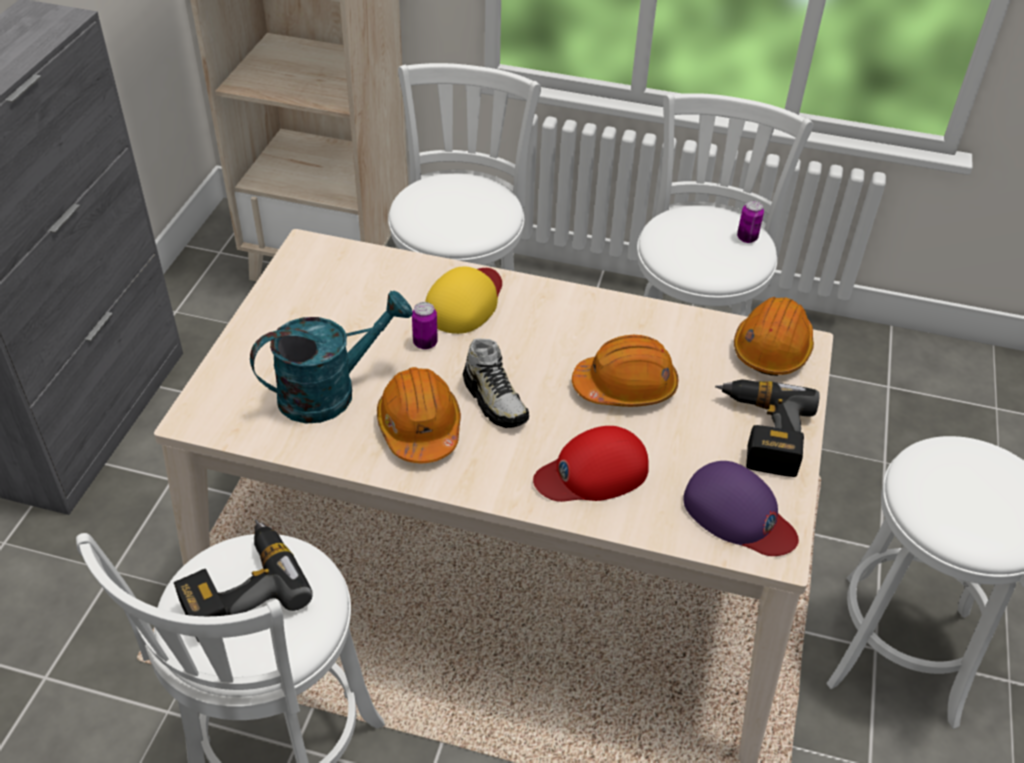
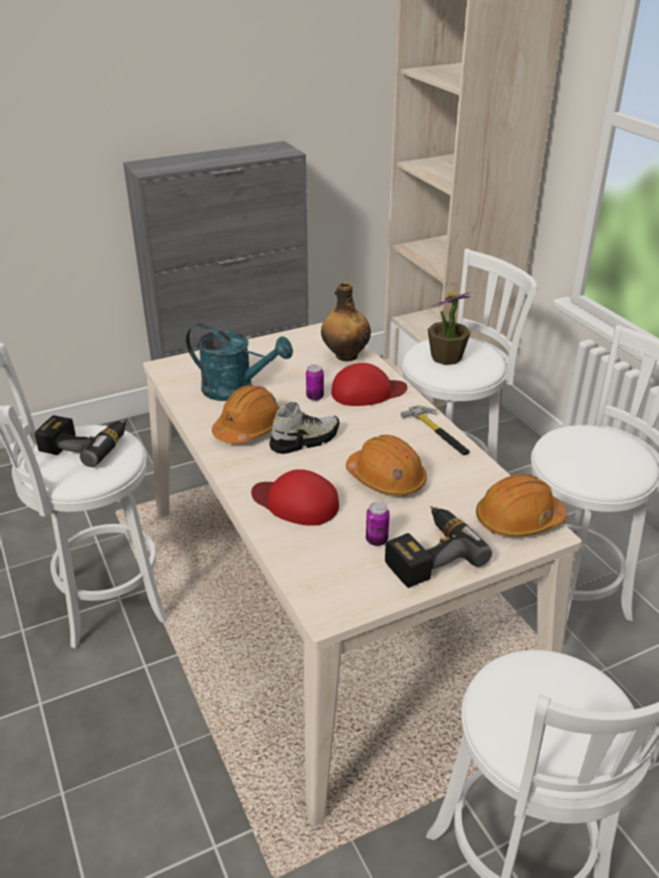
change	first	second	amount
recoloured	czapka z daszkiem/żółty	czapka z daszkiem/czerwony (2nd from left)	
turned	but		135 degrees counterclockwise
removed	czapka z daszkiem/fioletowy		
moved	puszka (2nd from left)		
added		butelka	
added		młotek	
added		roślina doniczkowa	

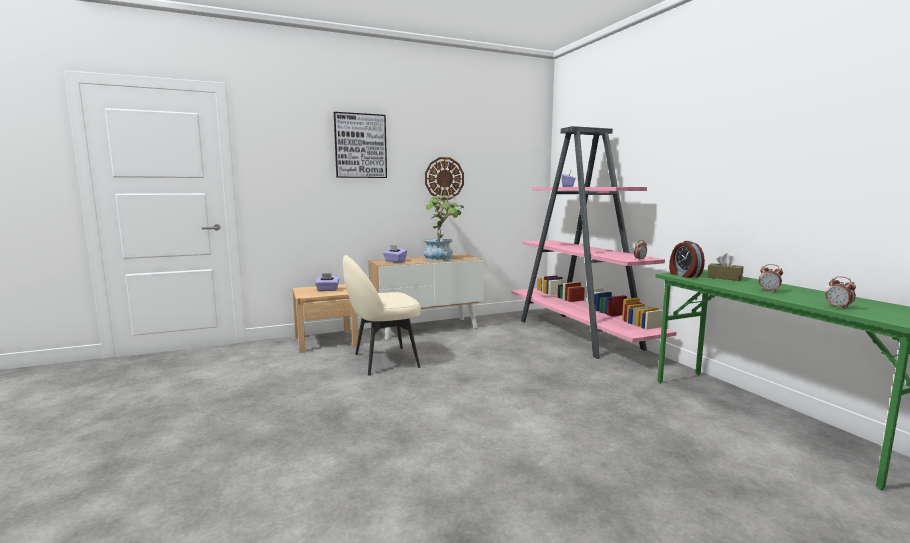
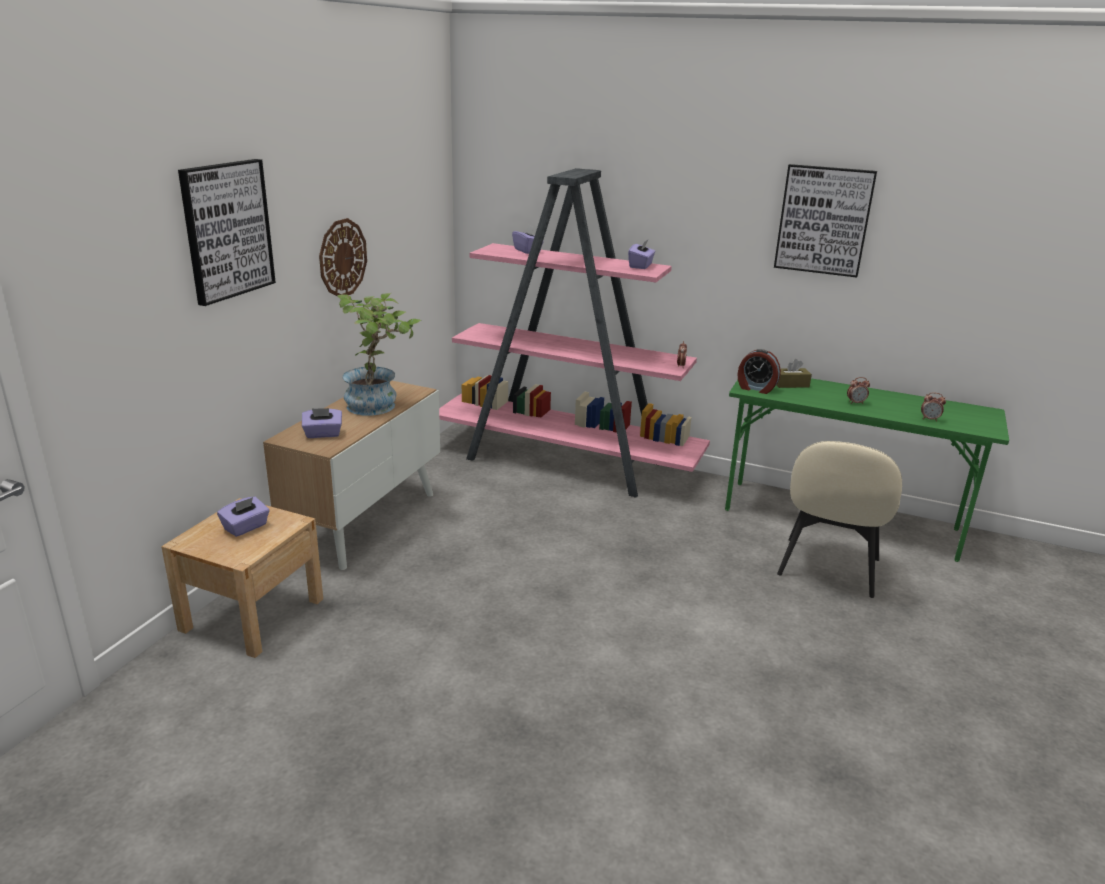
change	first	second	amount
moved	krzesło/beżowy		
added		pudełko chusteczek/fioletowy (4th from left)	
added		obraz (2nd from left)	

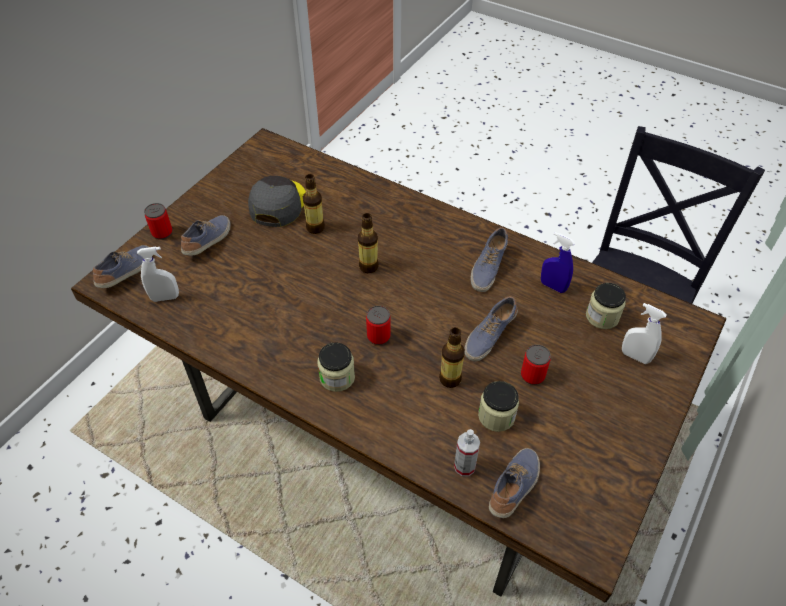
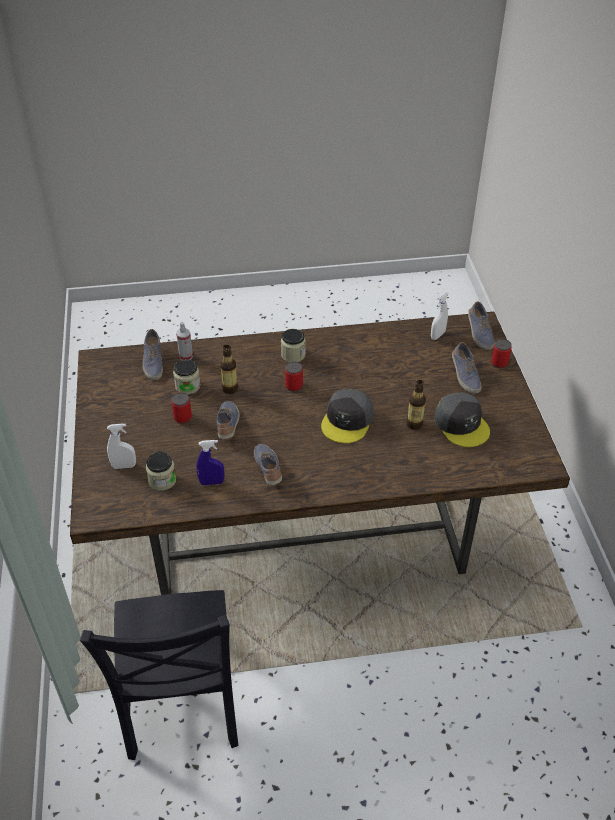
change	first	second	amount
replaced	butelka (2nd from left)	czapka z daszkiem/szary (1st from left)	

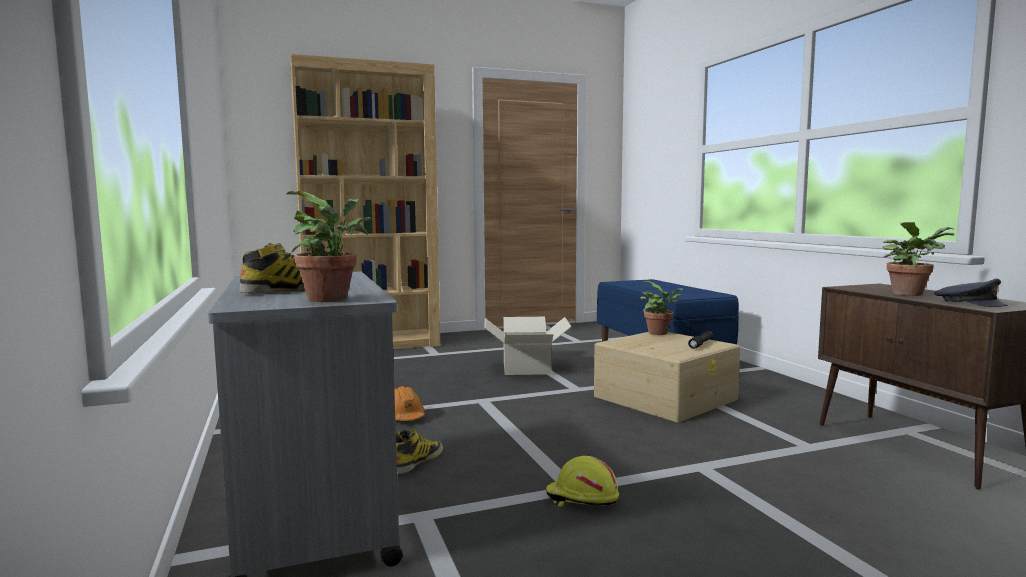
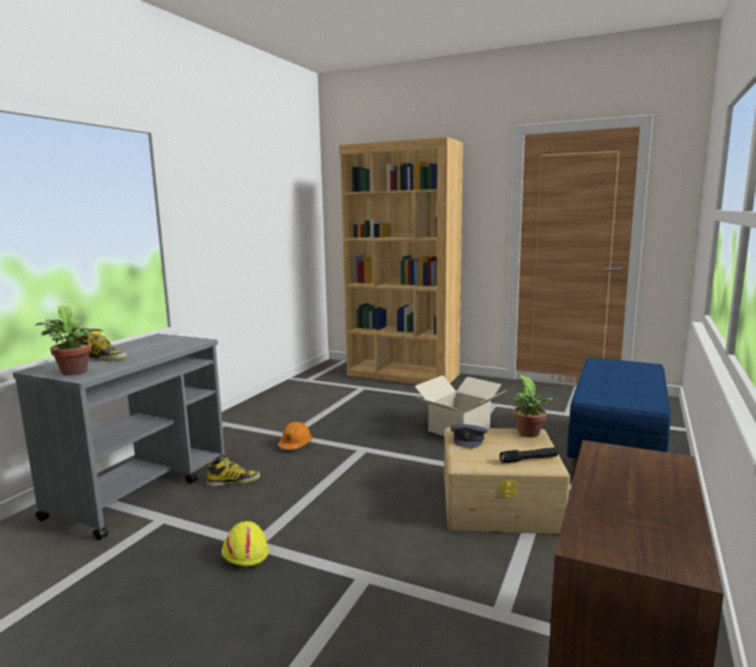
change	first	second	amount
removed	roślina doniczkowa (3rd from left)		
moved	czapka z daszkiem/szary		

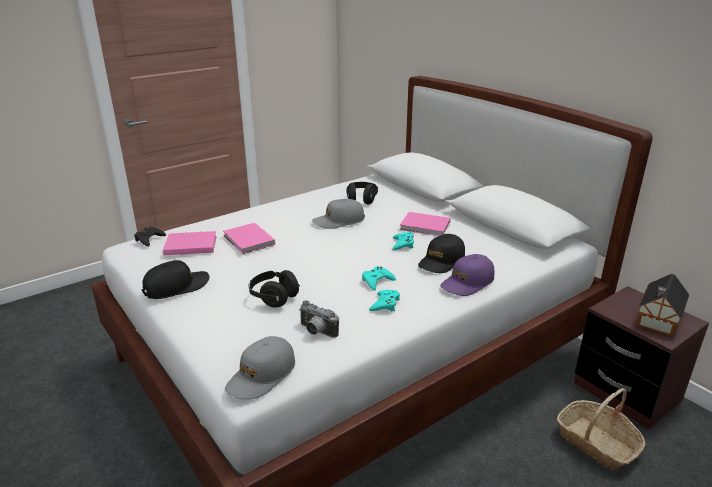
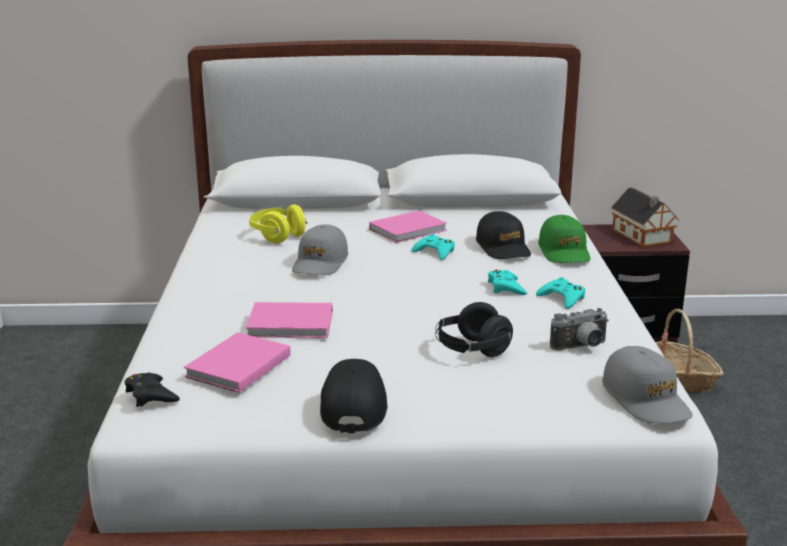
change	first	second	amount
recoloured	słuchawki/czarny (2nd from left)	słuchawki/żółty	
recoloured	czapka z daszkiem/fioletowy	czapka z daszkiem/zielony	

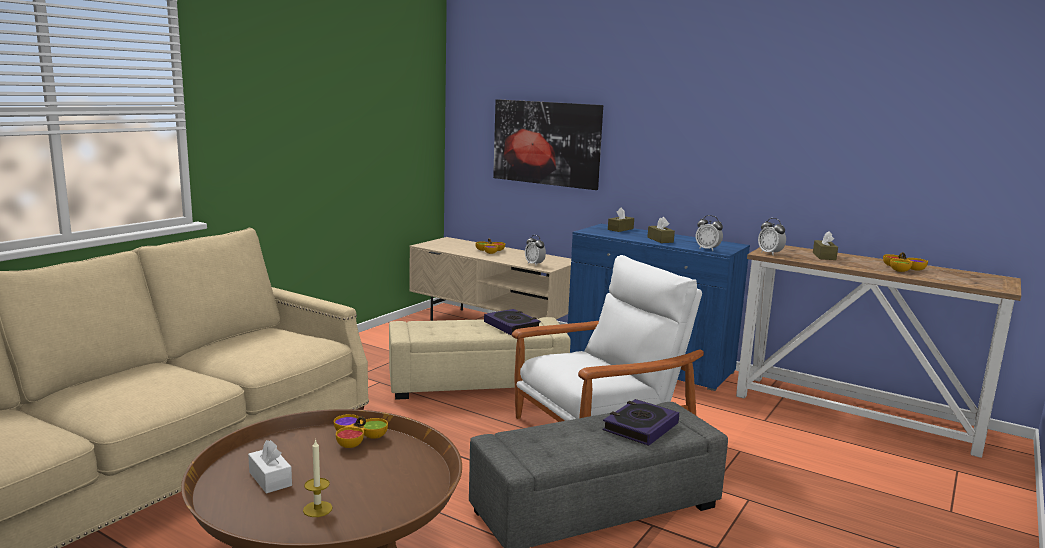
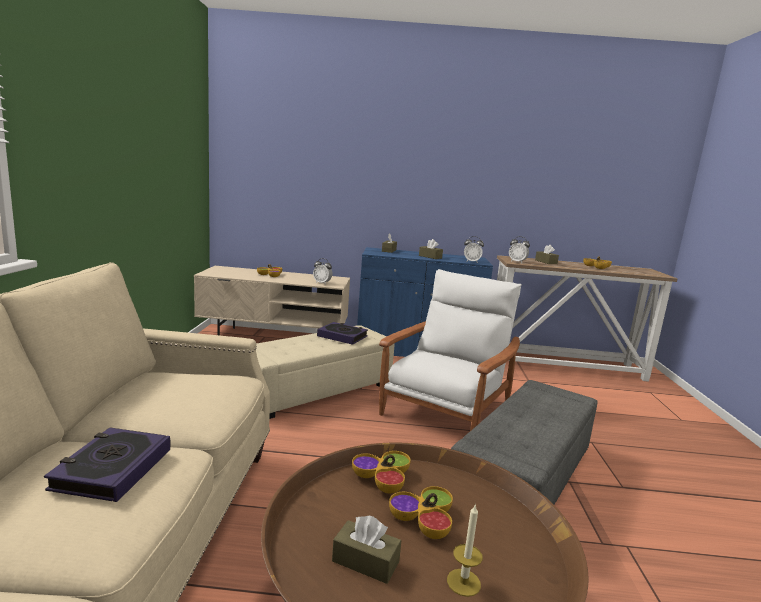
change	first	second	amount
recoloured	pudełko chusteczek/biały	pudełko chusteczek/brązowy (1st from left)	
removed	obraz		
moved	książka (2nd from left in the first image)	książka (1st from left)	
added		miska (3rd from left)	

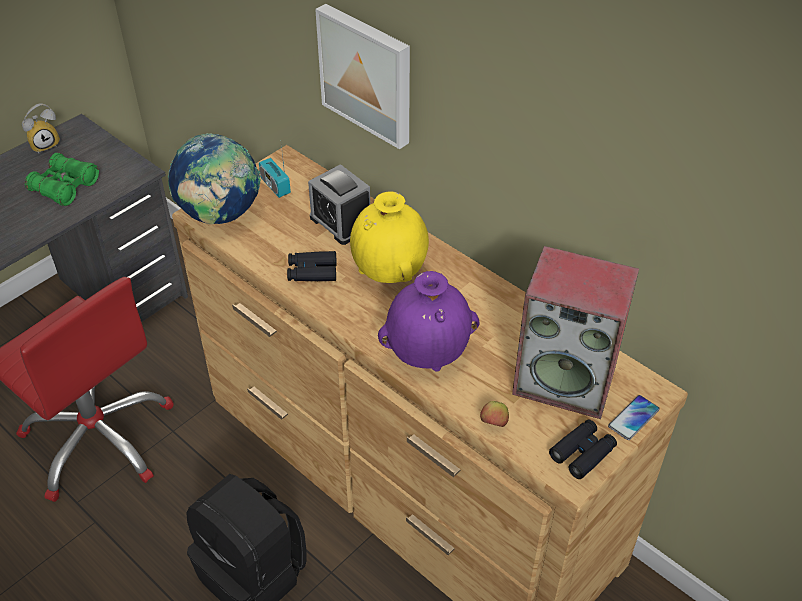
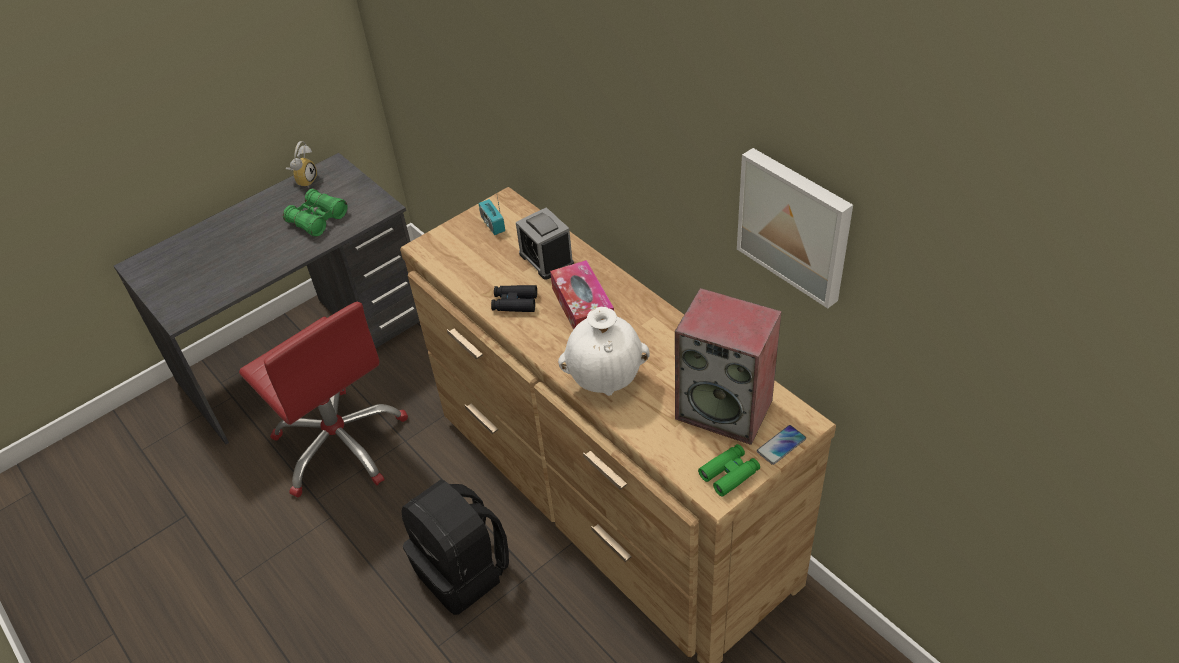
change	first	second	amount
turned	budzik (1st from left)		45 degrees counterclockwise
removed	globus		
moved	obraz		
replaced	wazon/żółty	pudełko chusteczek	
recoloured	wazon/fioletowy	wazon/biały	
removed	jabłko		
recoloured	lornetka/czarny (2nd from left)	lornetka/zielony (2nd from left)	

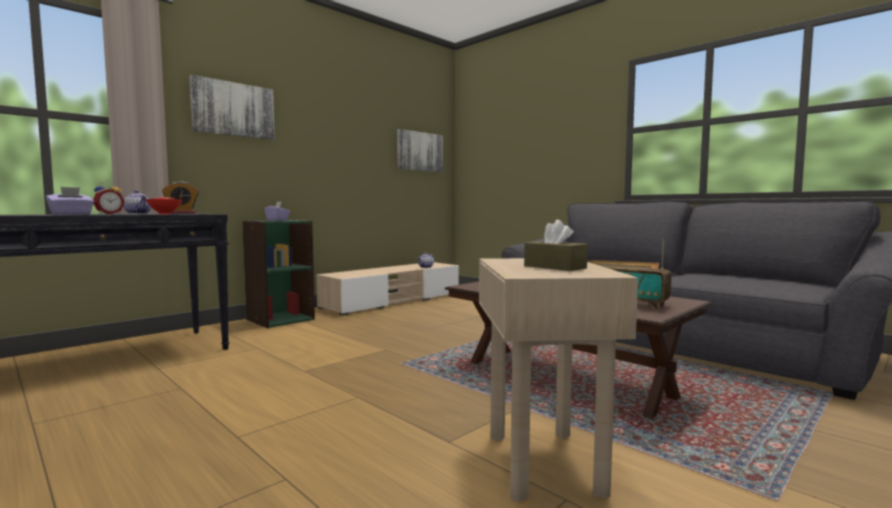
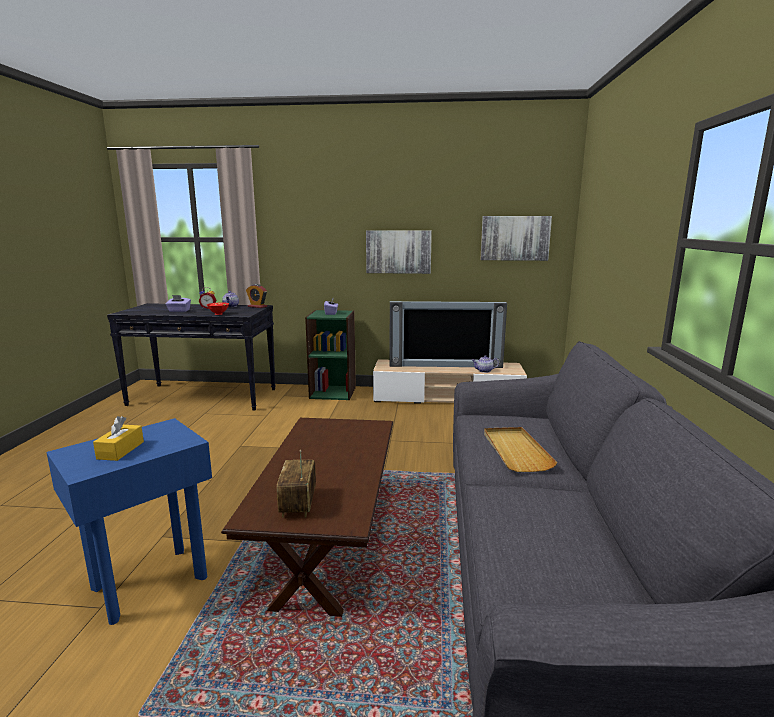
change	first	second	amount
moved	obraz (1st from left)		
recoloured	stolik/beżowy	stolik/niebieski	
recoloured	pudełko chusteczek/brązowy	pudełko chusteczek/żółty	
added		telewizor	

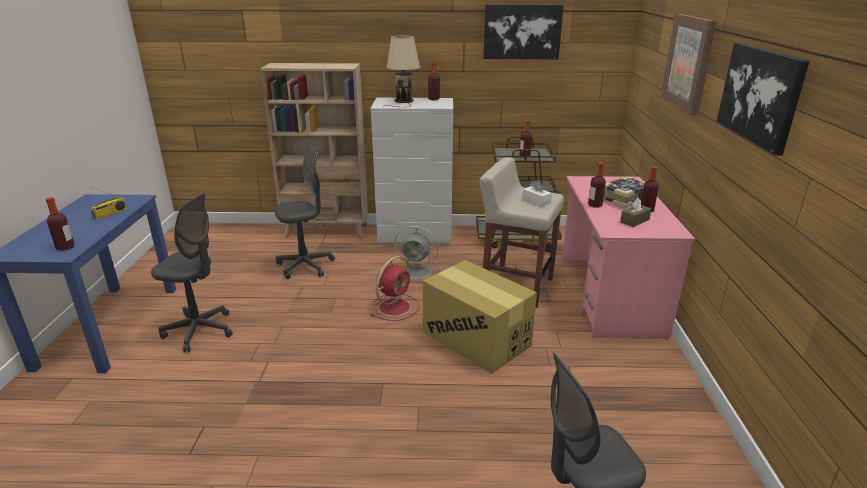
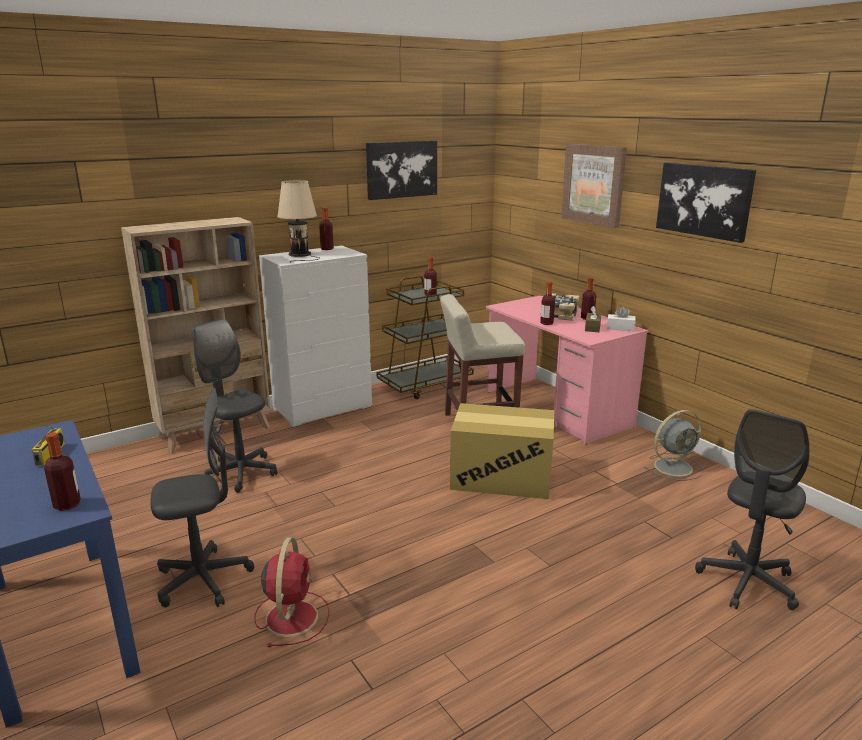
change	first	second	amount
turned	krzesło biurowe/szary (2nd from left)		75 degrees counterclockwise
moved	wentylator/czerwony		
moved	wentylator/szary		
moved	pudełko chusteczek/biały		

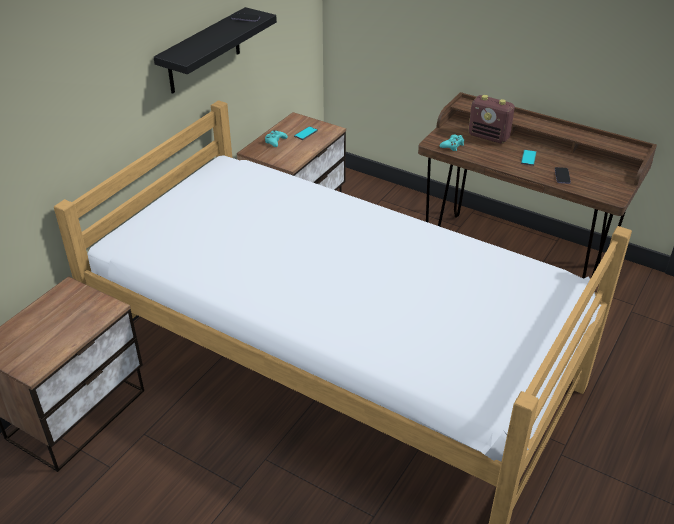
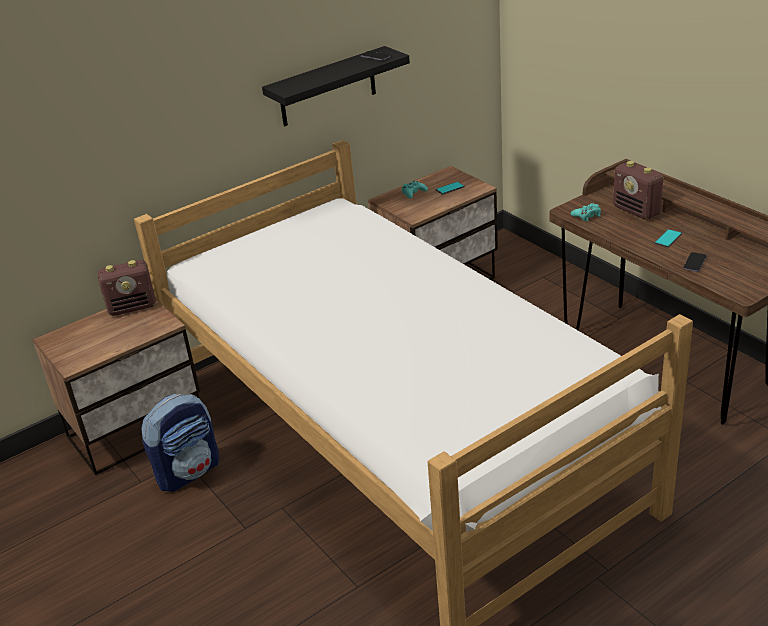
change	first	second	amount
added		radio (1st from left)	
added		plecak	

